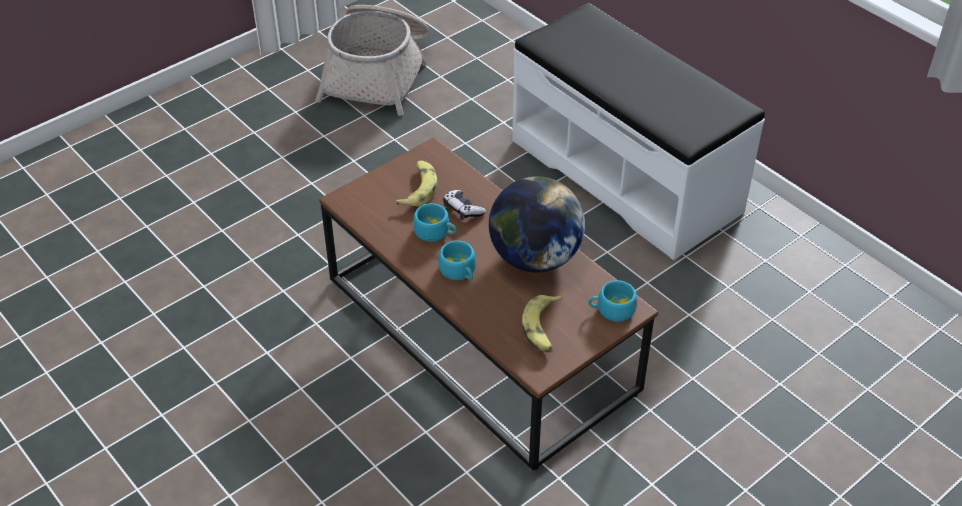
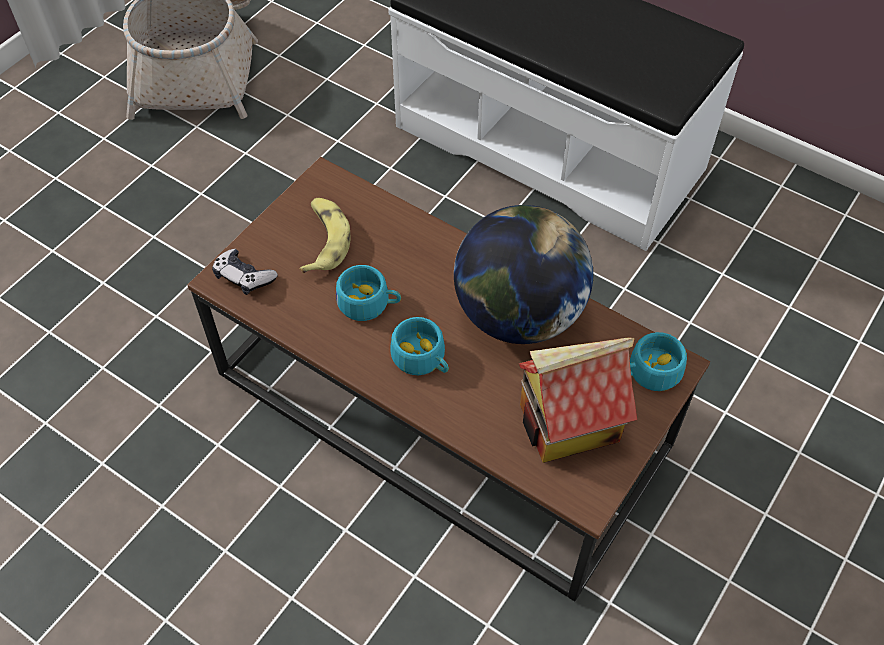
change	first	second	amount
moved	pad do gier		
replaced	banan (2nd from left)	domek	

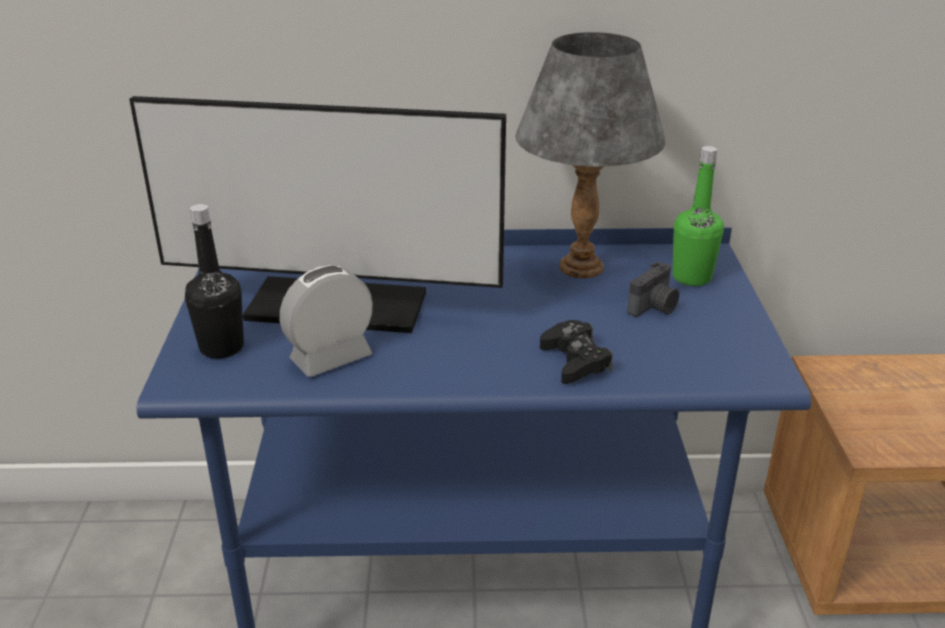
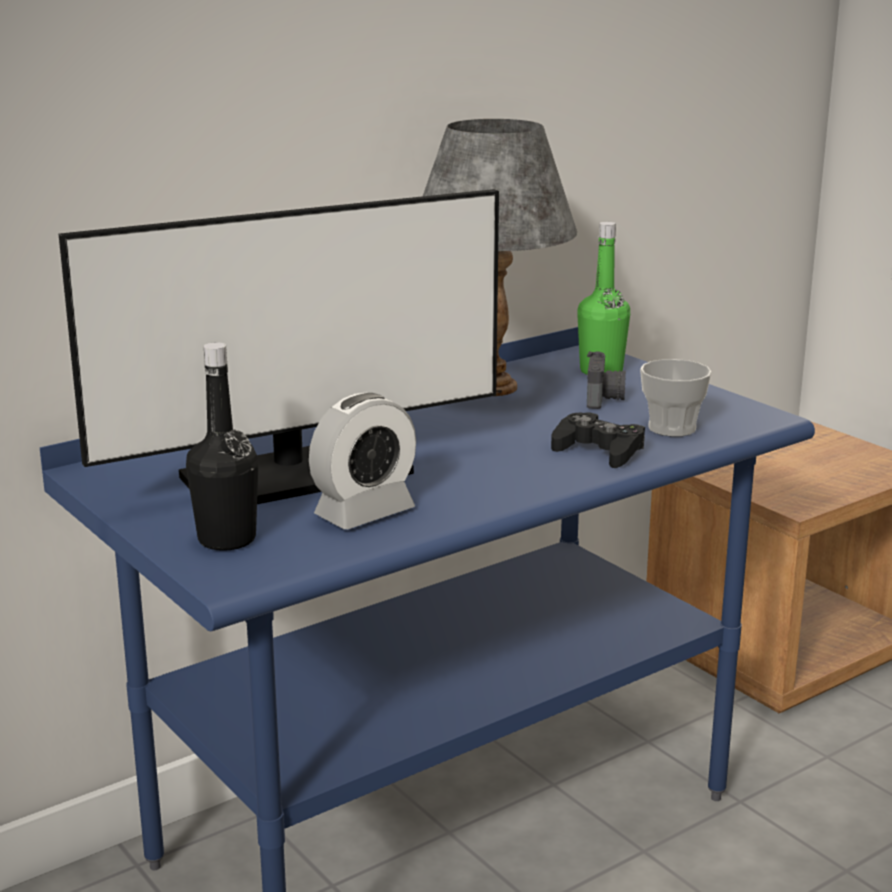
change	first	second	amount
turned	budzik		150 degrees counterclockwise
added		filiżanka	

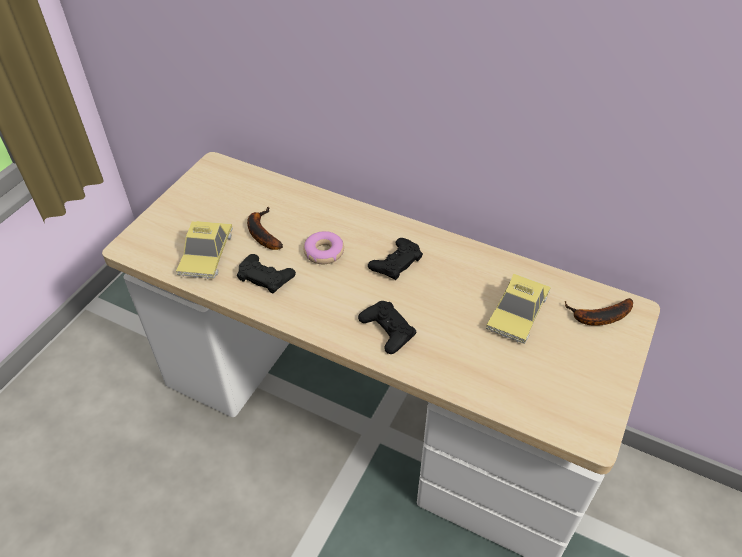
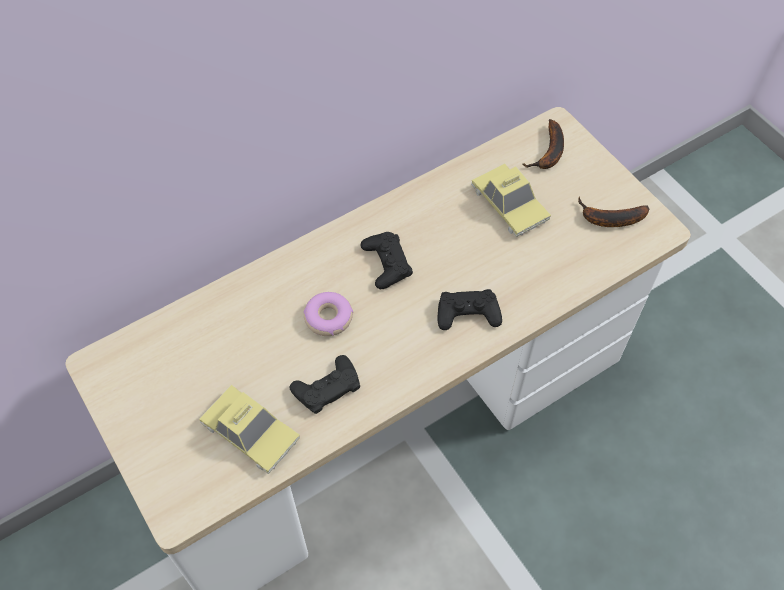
change	first	second	amount
moved	banan (1st from left in the first image)	banan (2nd from left)	

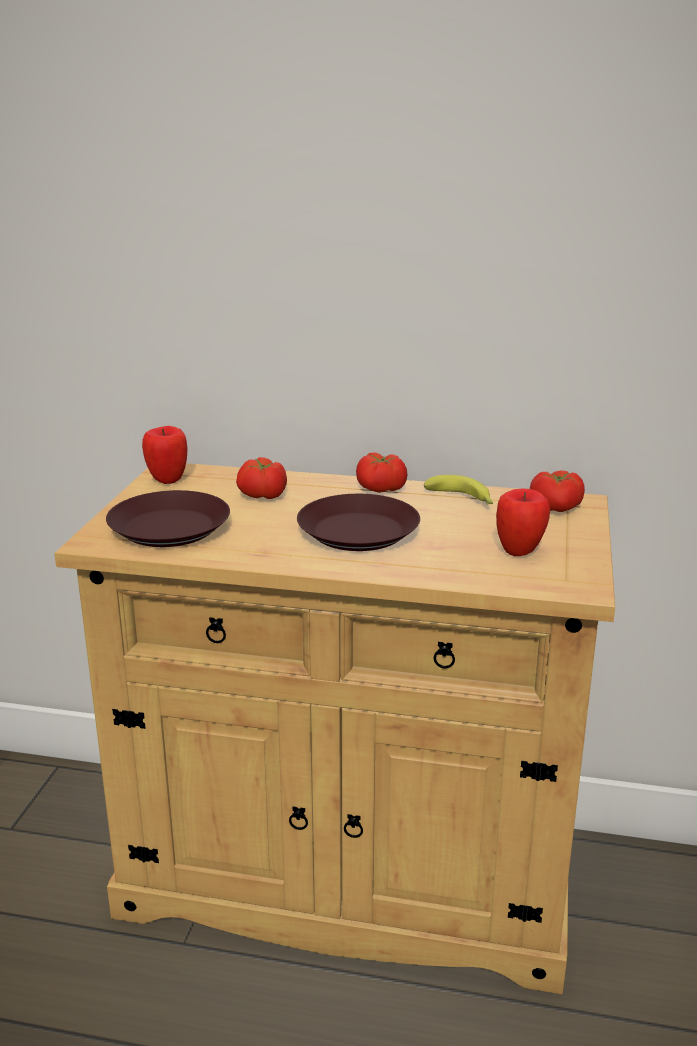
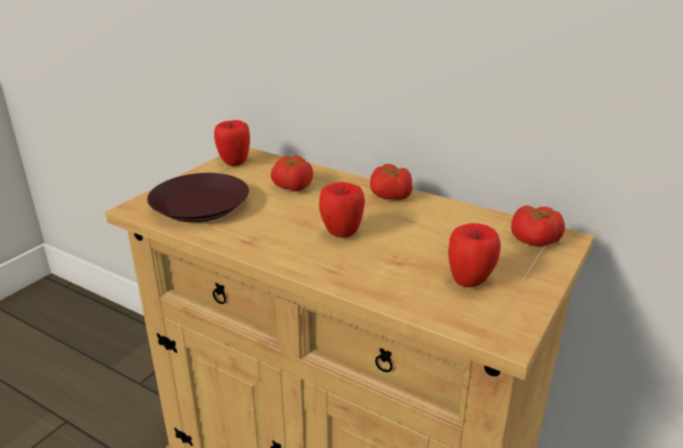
change	first	second	amount
replaced	talerz/brązowy (2nd from left)	jabłko (2nd from left)	
removed	banan		

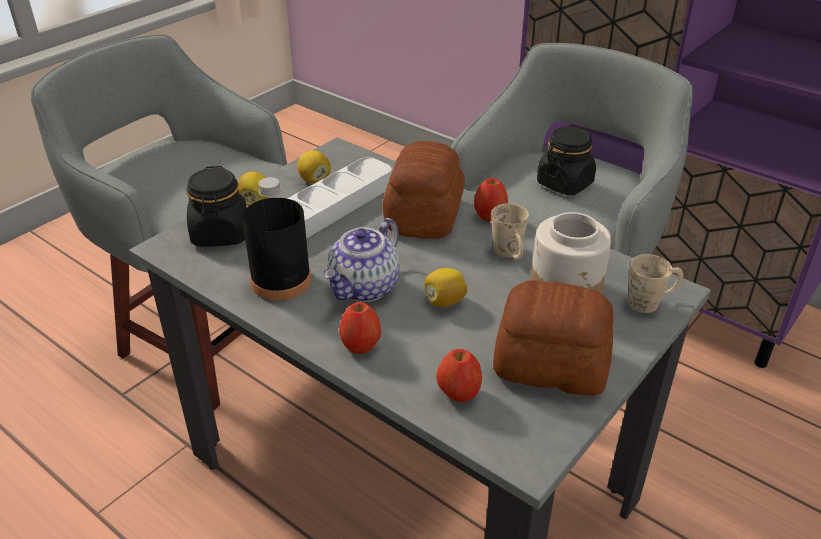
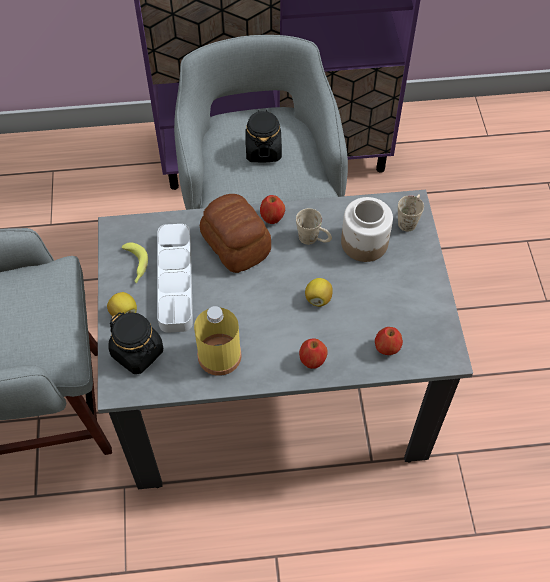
change	first	second	amount
recoloured	butelka/czarny	butelka/żółty	
replaced	cytryna (2nd from left)	banan	
removed	imbryk		
removed	chleb (2nd from left)		

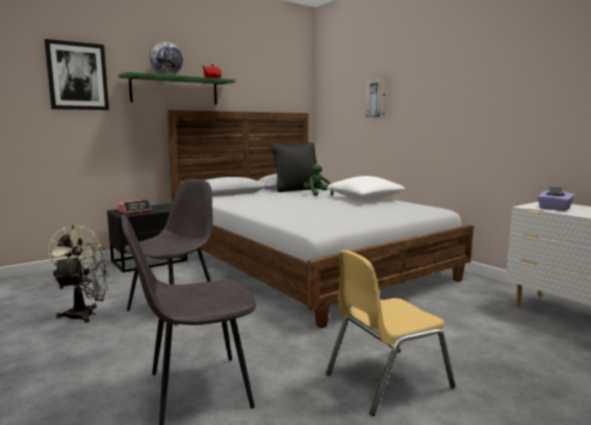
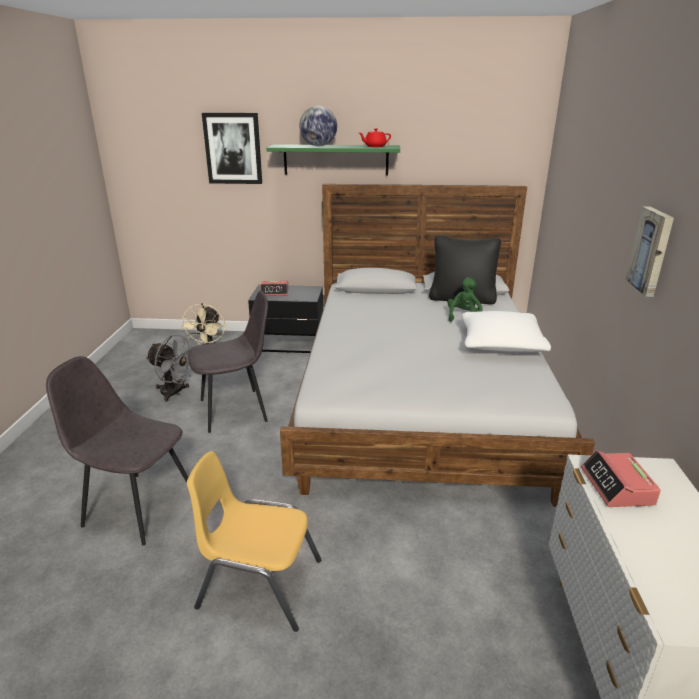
change	first	second	amount
moved	obraz (2nd from left)		
replaced	pudełko chusteczek/fioletowy	budzik (2nd from left)	

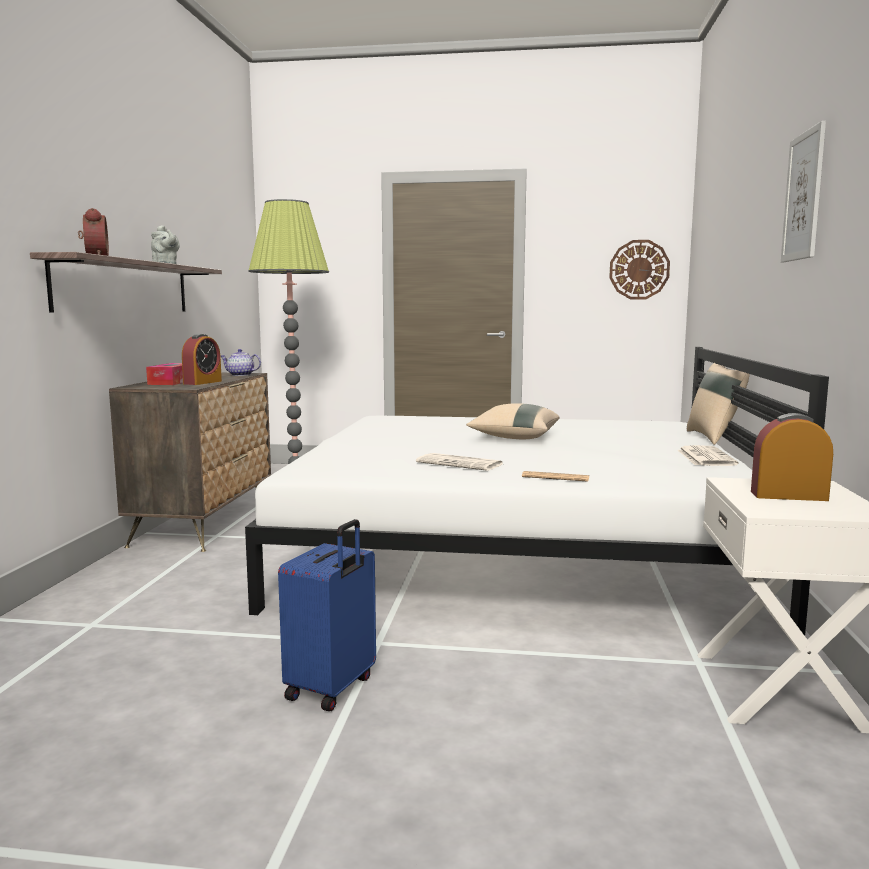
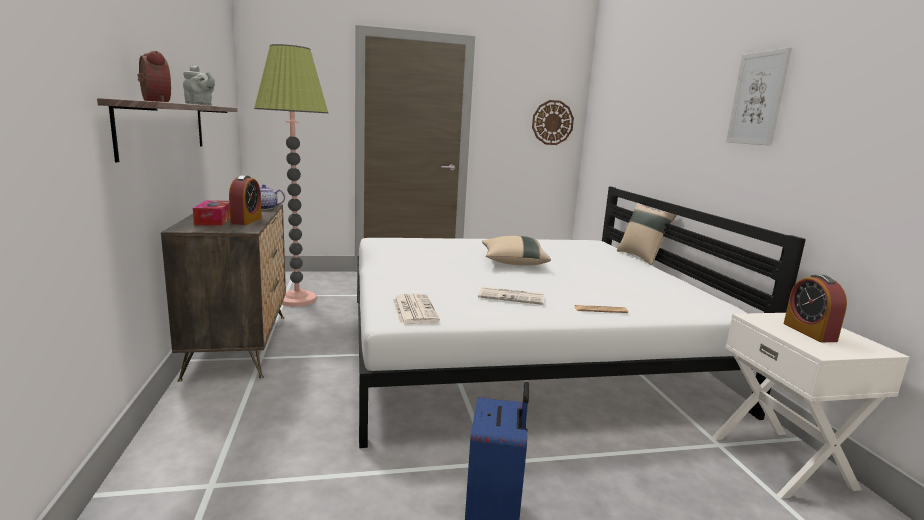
change	first	second	amount
moved	gazeta (3rd from left in the first image)	gazeta (1st from left)	
turned	budzik (3rd from left)		90 degrees counterclockwise

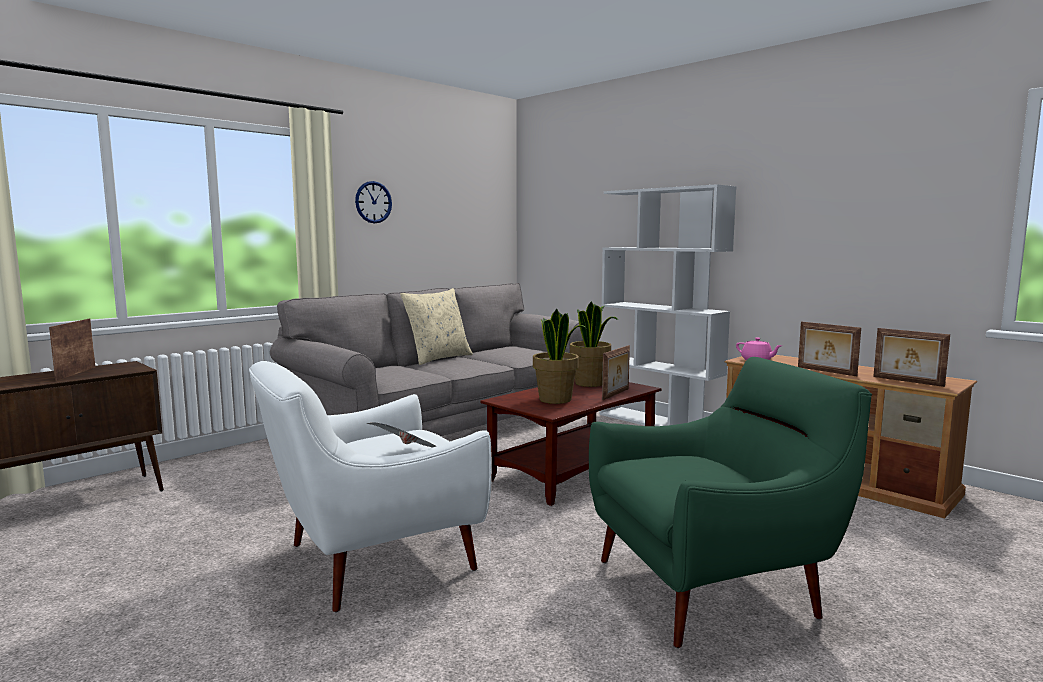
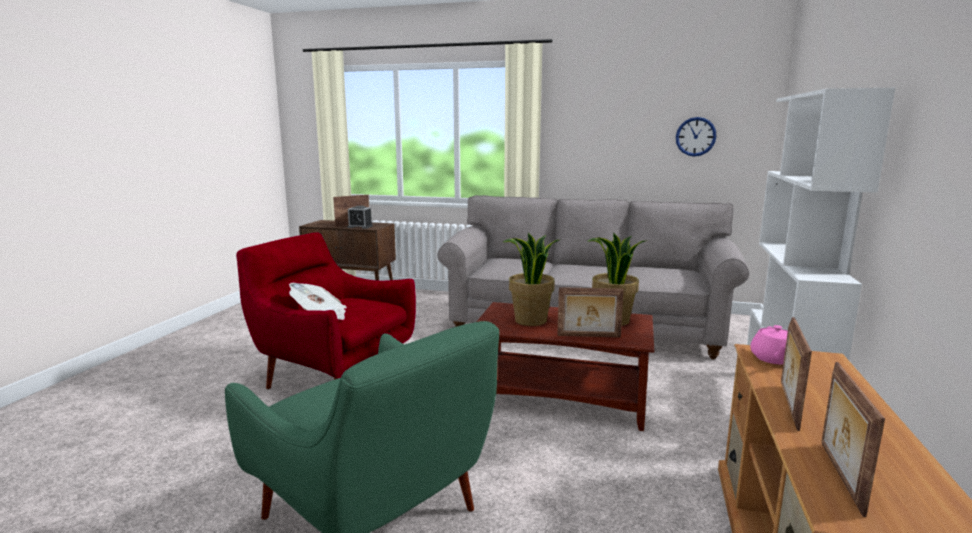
change	first	second	amount
recoloured	fotel/biały	fotel/czerwony	
moved	zegar ścienny		
removed	poduszka/beżowy		
added		budzik	

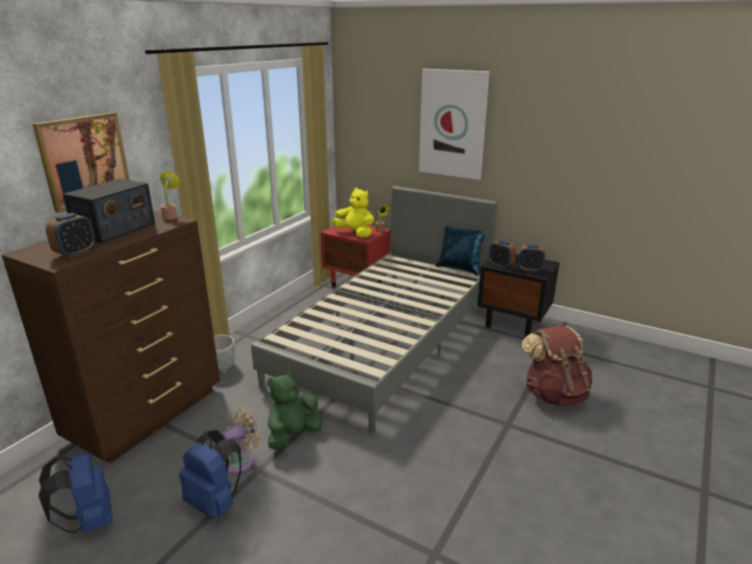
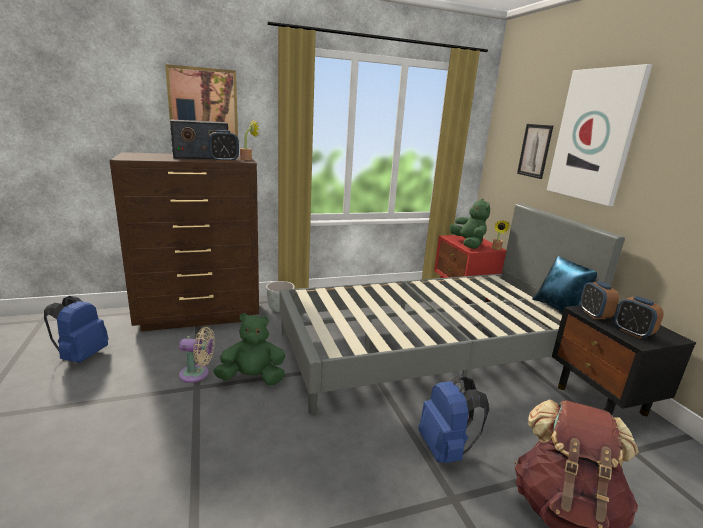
change	first	second	amount
moved	budzik (1st from left)		
moved	plecak/niebieski (2nd from left)		
recoloured	pluszak/żółty	pluszak/zielony (2nd from left)	
added		obraz (2nd from left)	

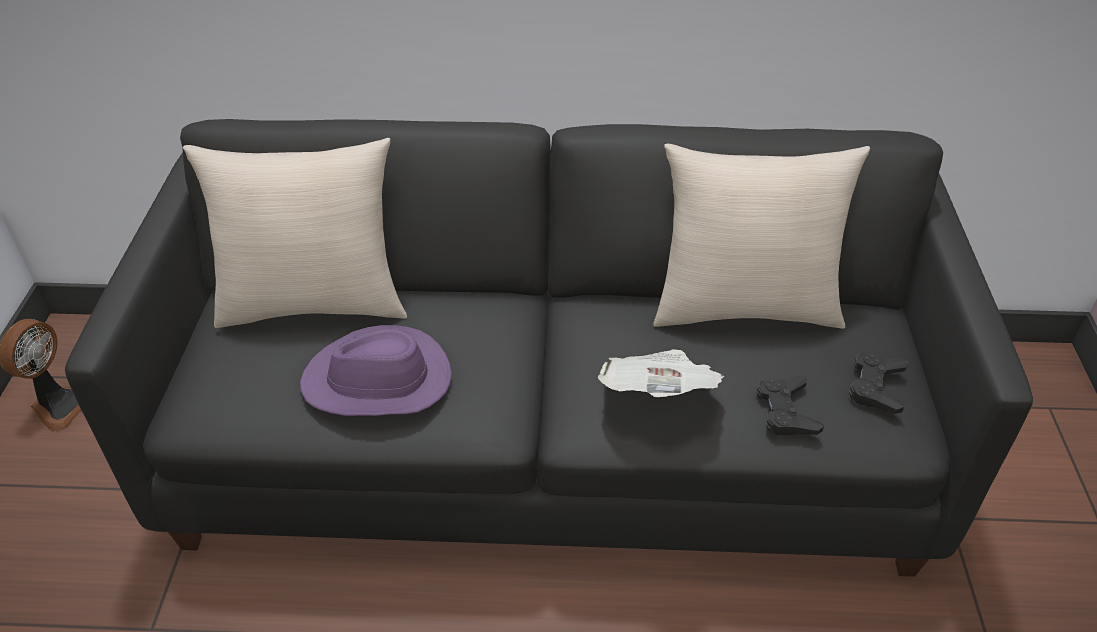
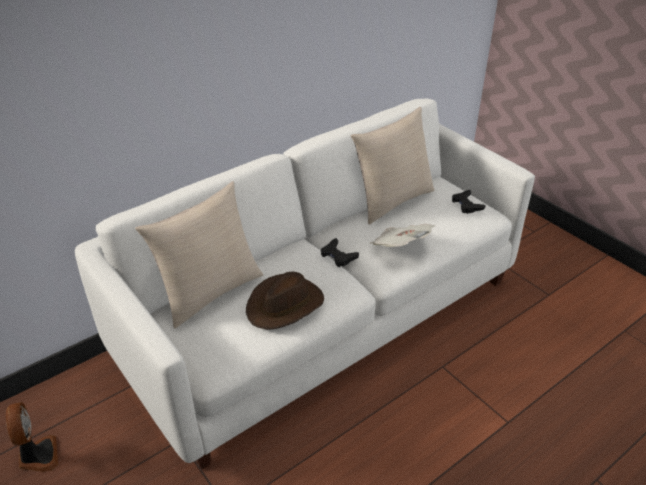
change	first	second	amount
recoloured	kanapa/czarny	kanapa/biały	
recoloured	kapelusz/fioletowy	kapelusz/brązowy	
moved	pad do gier/czarny (1st from left)		

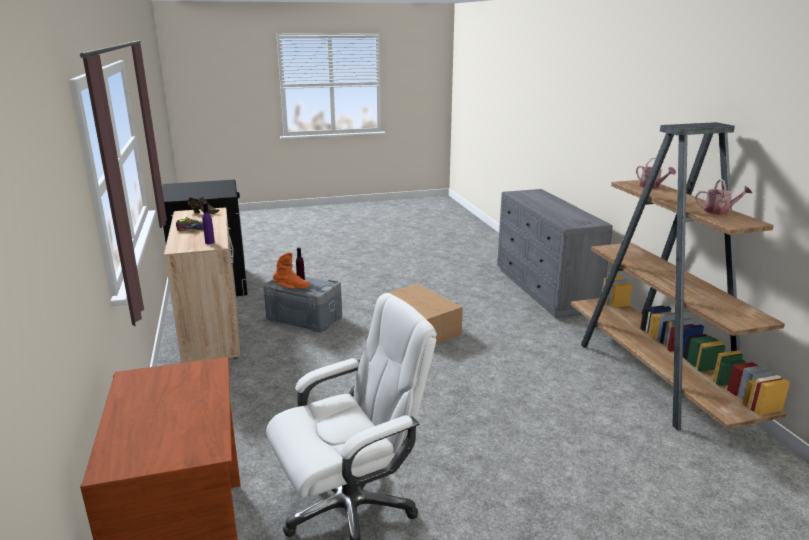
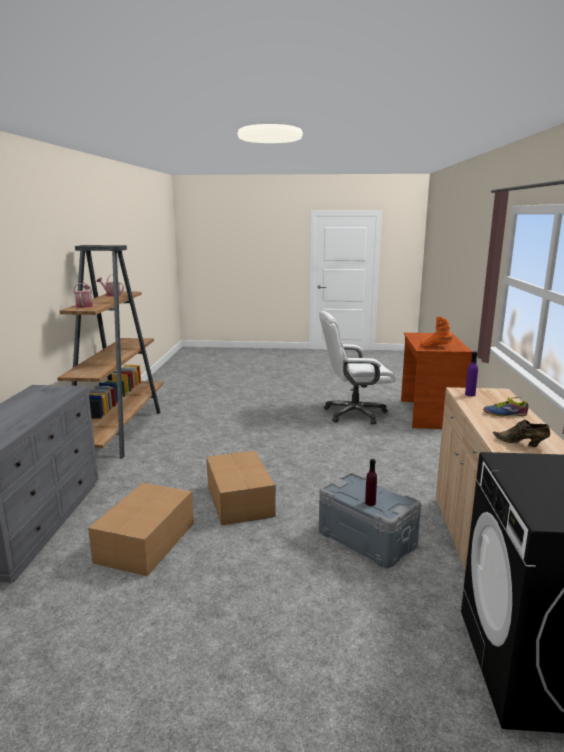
change	first	second	amount
moved	but z cholewką/pomarańczowy		
added		karton (1st from left)	

